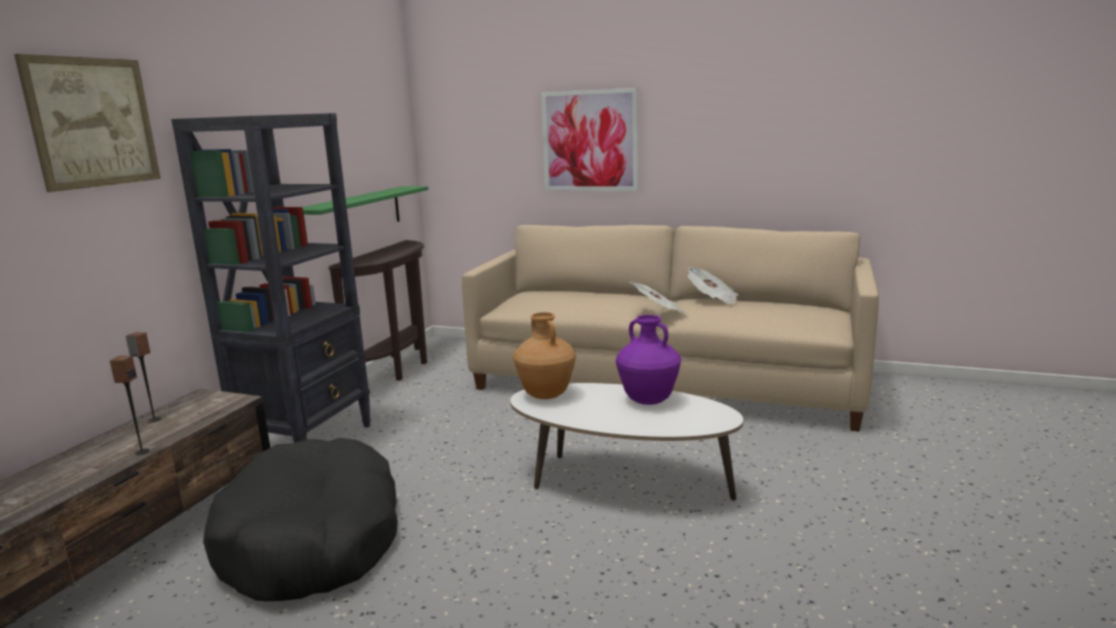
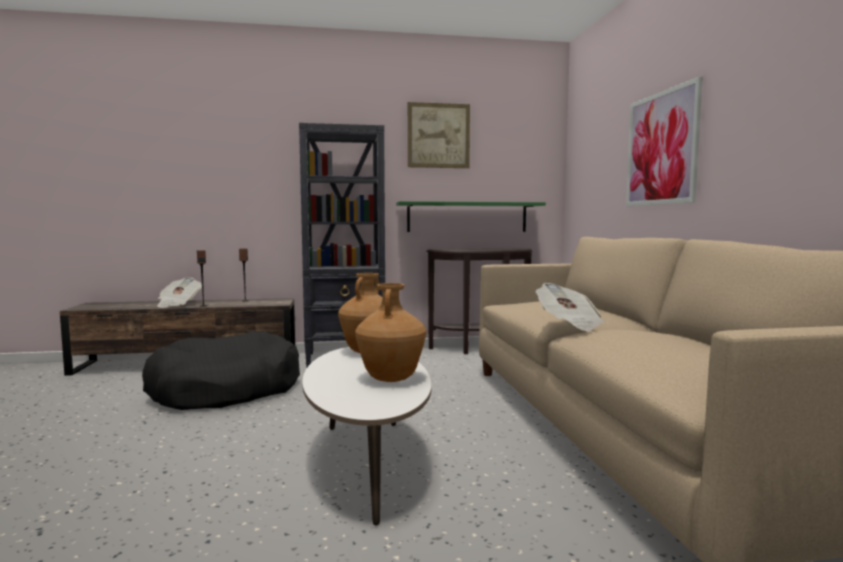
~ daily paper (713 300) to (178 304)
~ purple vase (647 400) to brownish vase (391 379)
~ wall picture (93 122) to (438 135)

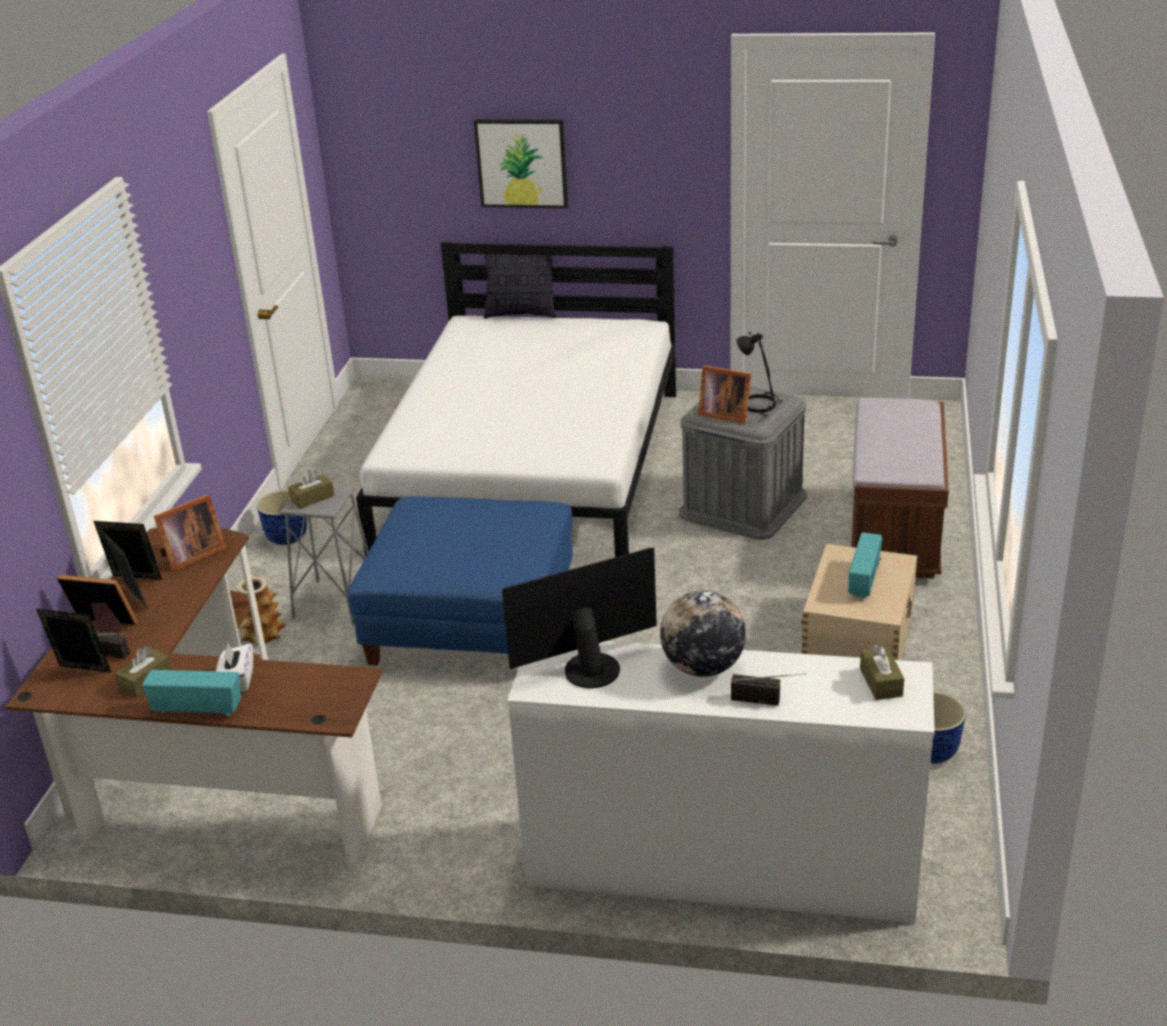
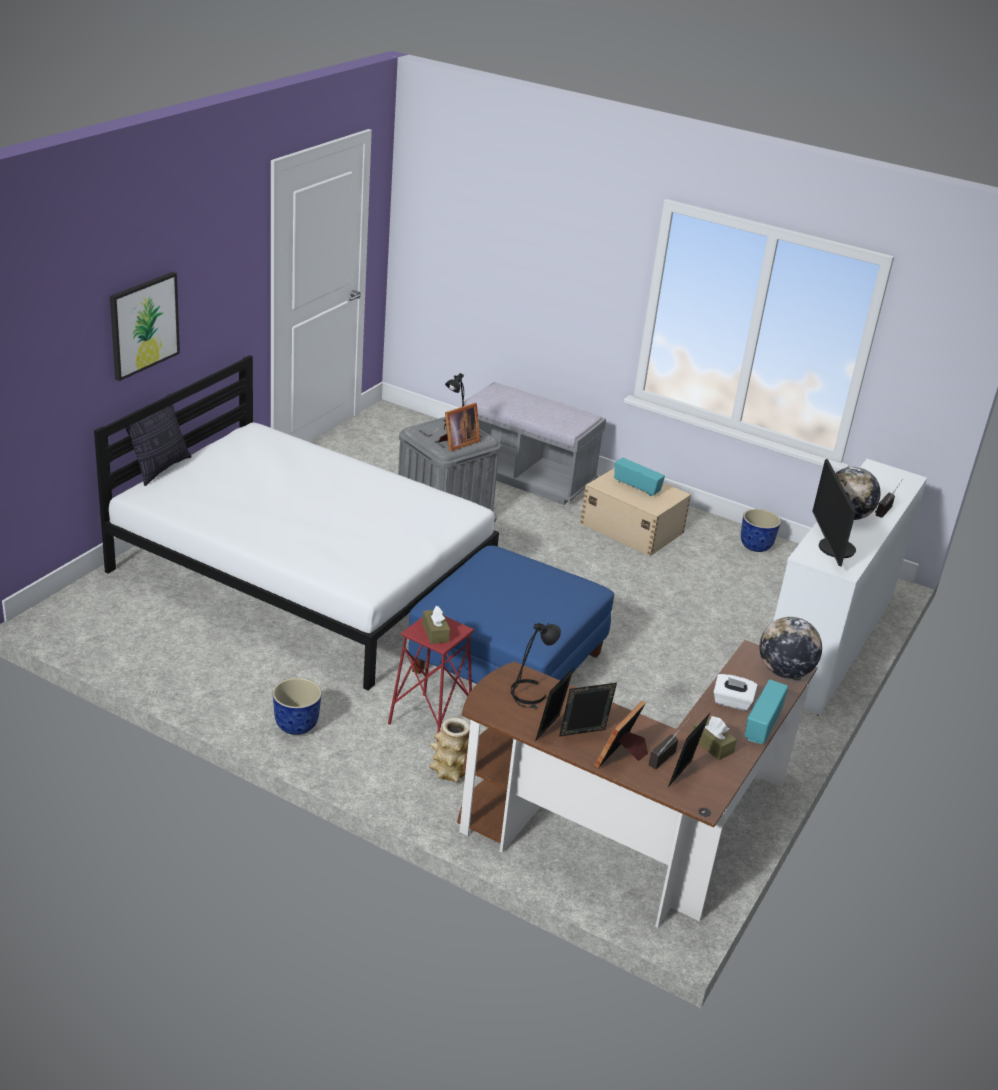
~ gray stool (336 603) to reddish stool (430 721)
~ brownish bench (895 533) to gray bench (527 477)
~ photo frame (191 556) to black-coloured lamp for a table (529 694)
+ world globe (784 672)
- brownish box of tissues (881 682)

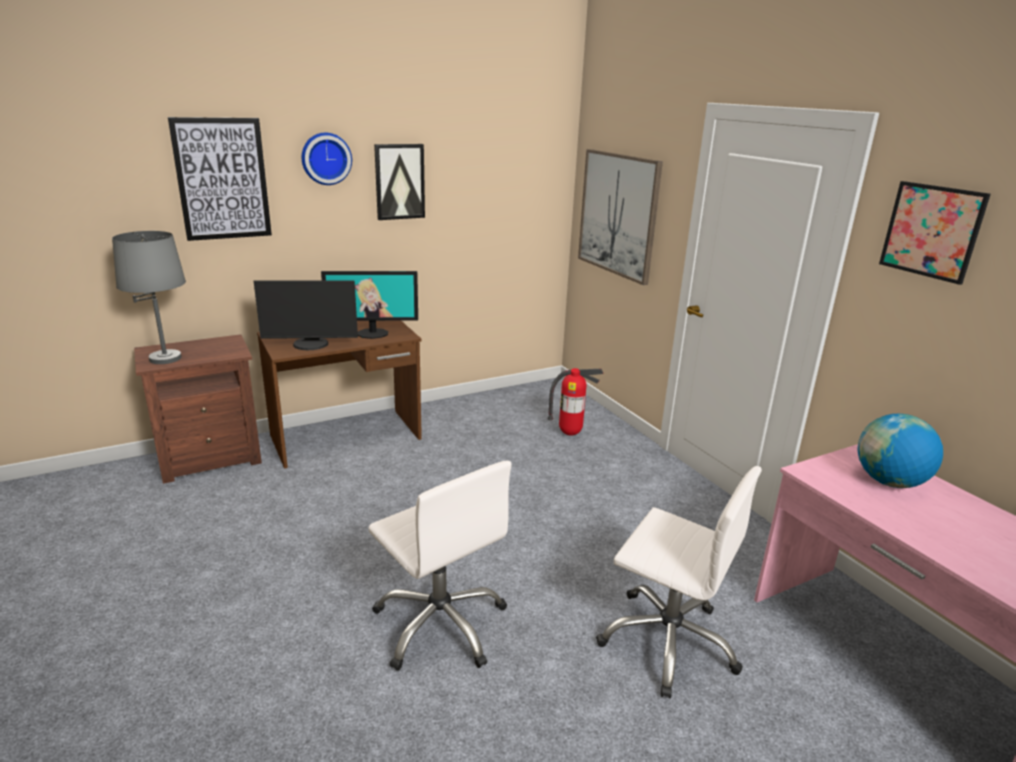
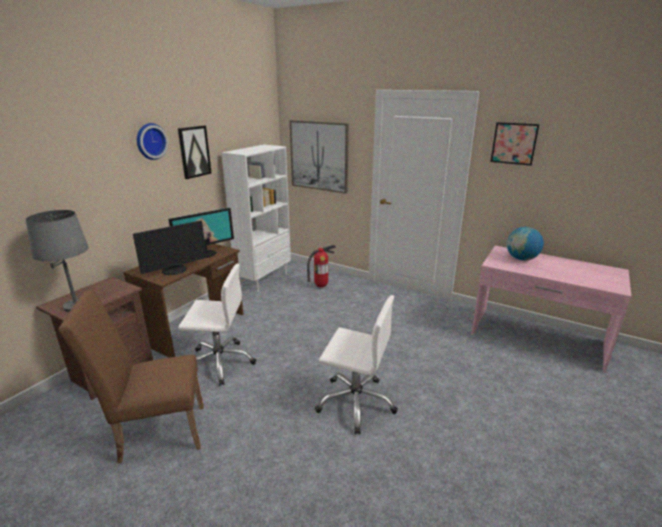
+ brownish upright chair (156 432)
~ whitish office chair (668 641) to (220 362)
+ whitish bookshelf (264 280)
- wall picture (222 179)

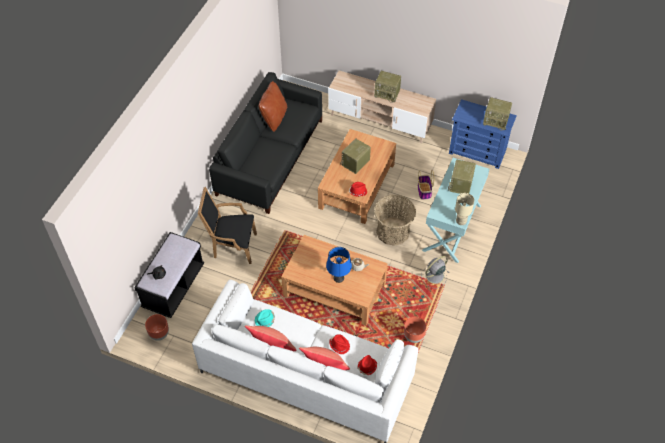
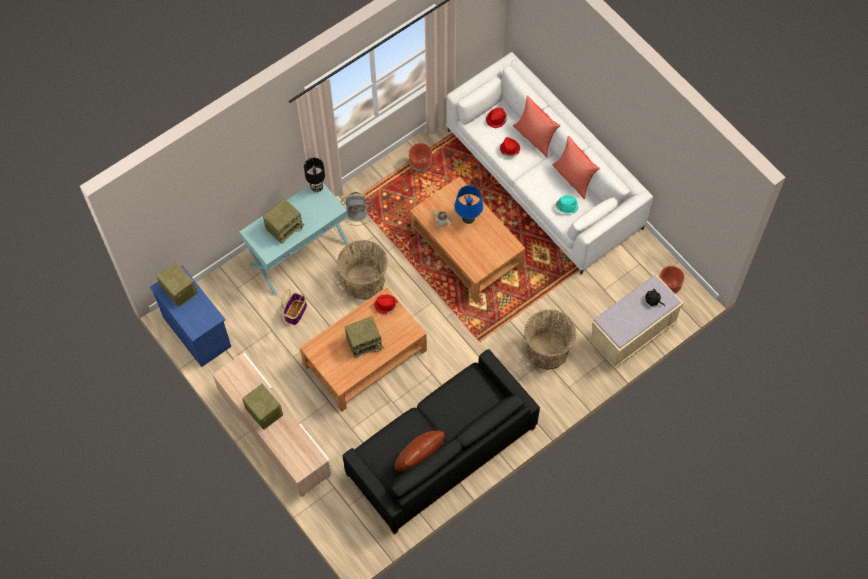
~ sand-coloured lamp for a table (461 221) to black-coloured lamp for a table (316 188)
~ black-coloured armchair (232 246) to household basket (547 350)
~ black-coloured bench (173 287) to sand-coloured bench (632 333)

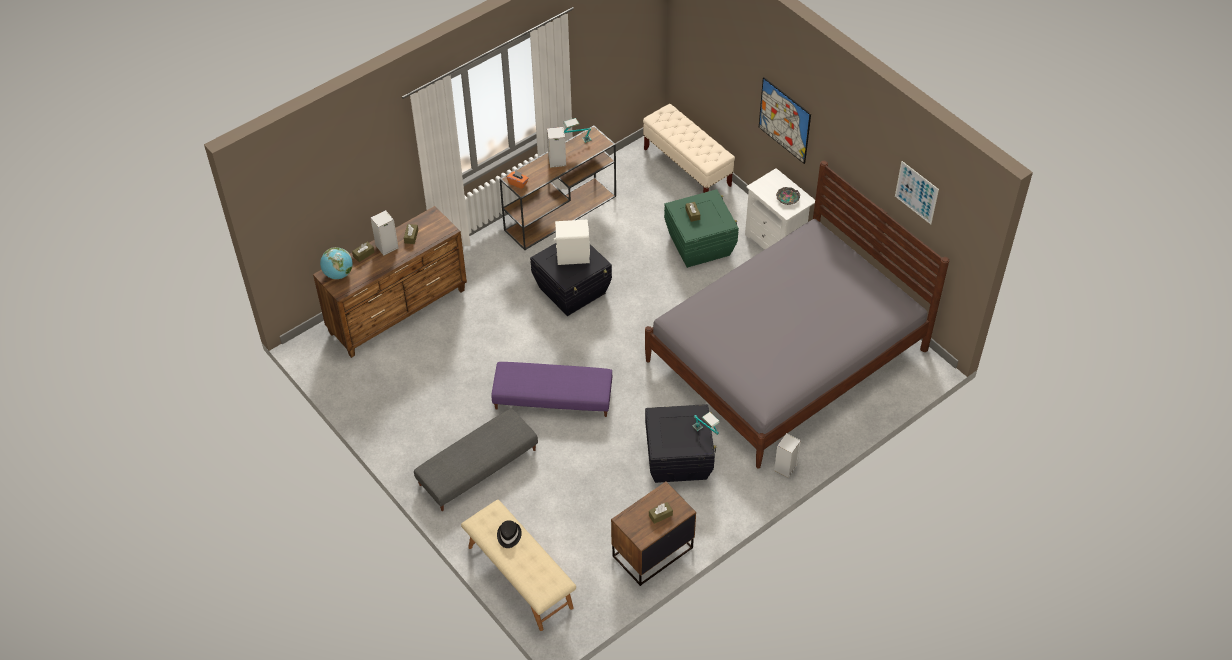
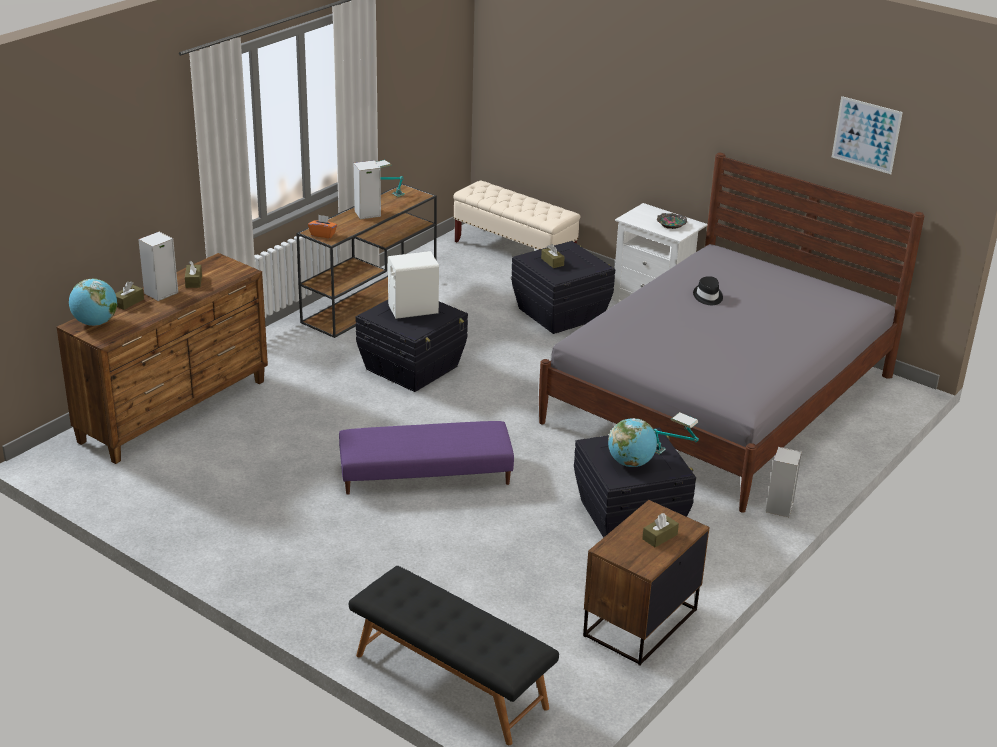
~ sand-coloured bench (519 577) to black-coloured bench (449 681)
~ greenish storage container (700 244) to black-coloured storage container (560 313)
+ world globe (631 463)
~ black-coloured wearable hat (508 535) to (708 297)
- gray ottoman (478 467)
- wall picture (784 120)

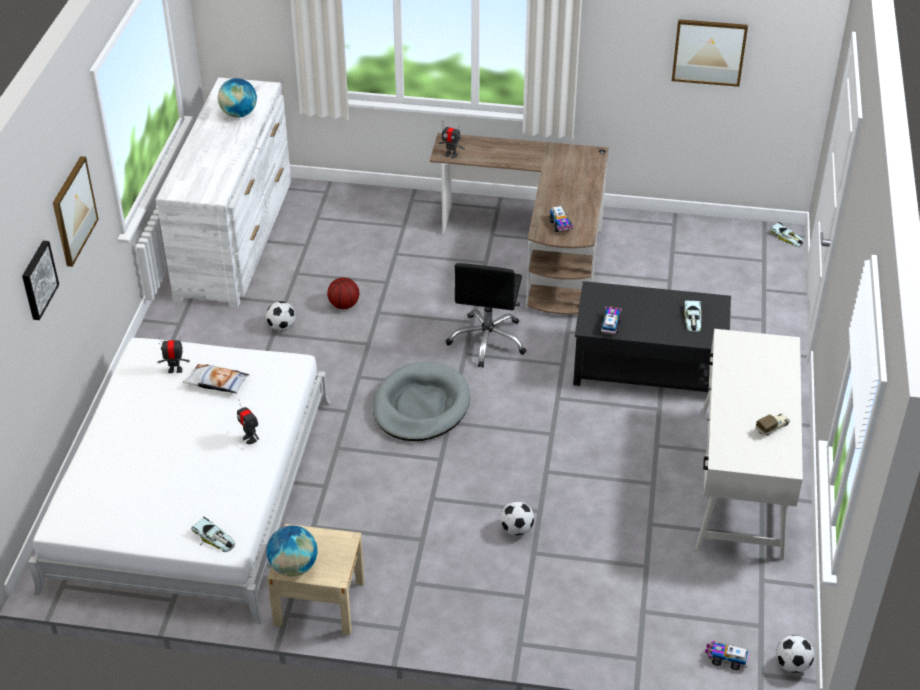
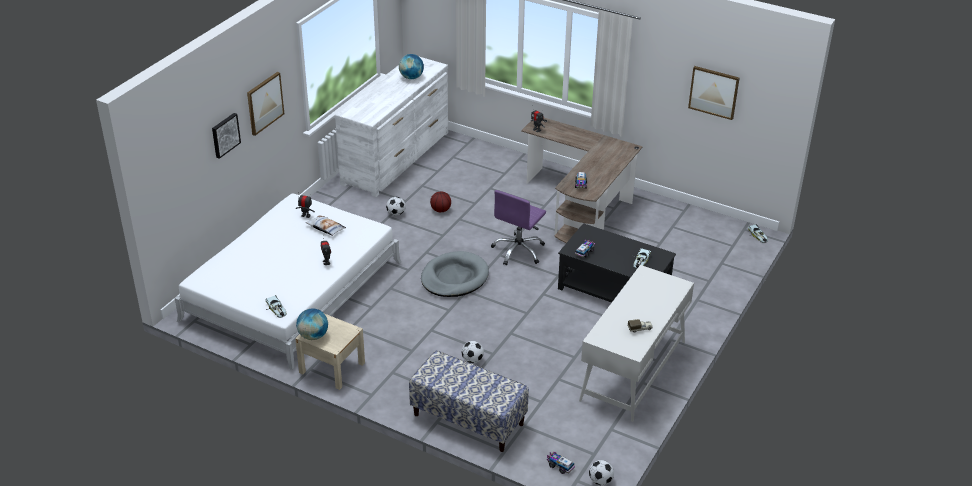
+ bench (468 420)
~ black-coloured office chair (488 340) to purple office chair (518 251)

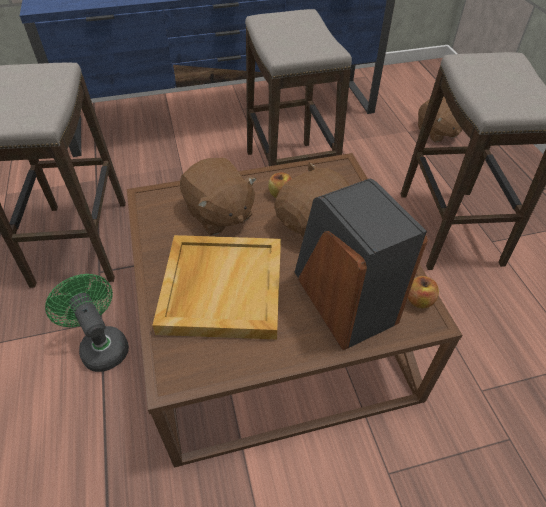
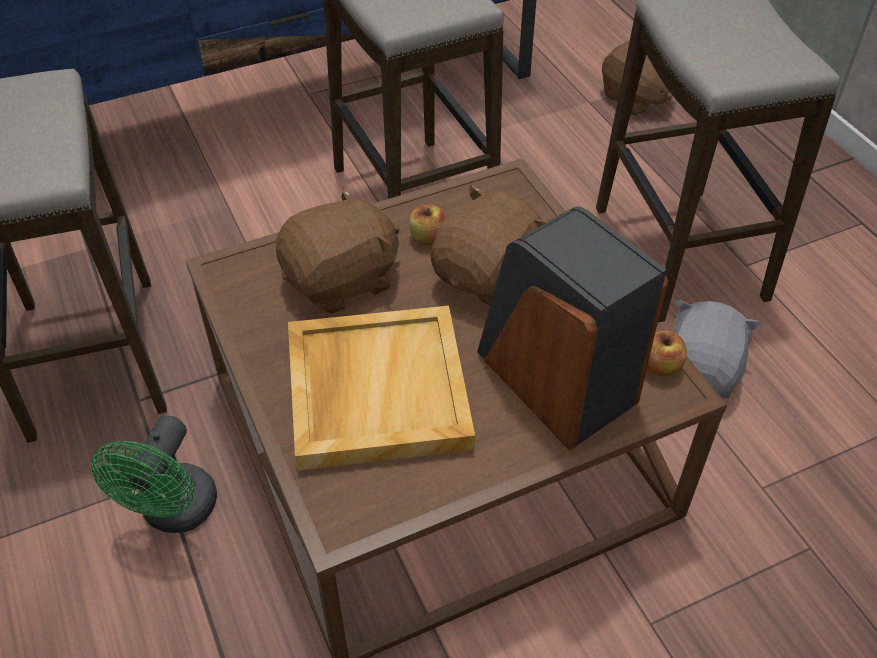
~ greenish cooling fan (101 345) = (175 514) 120 degrees counterclockwise
~ brownish cuddly toy (219 214) = (342 281) 75 degrees counterclockwise
+ gray cuddly toy (702 371)

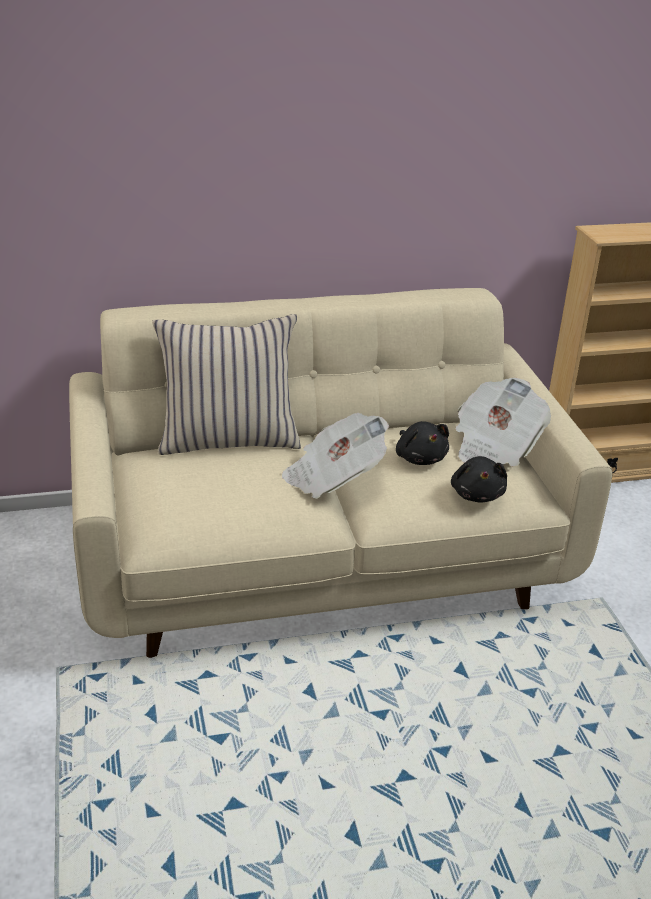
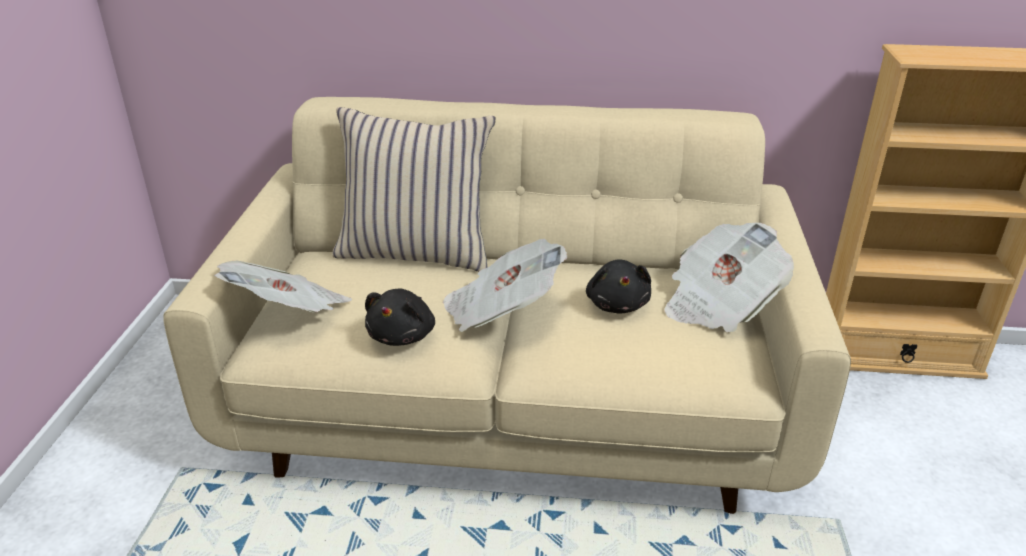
+ daily paper (290 313)
~ black-coloured cuddly toy (477 494) to (403 335)

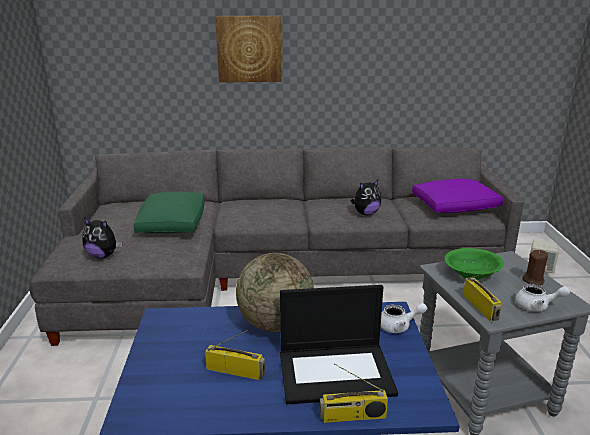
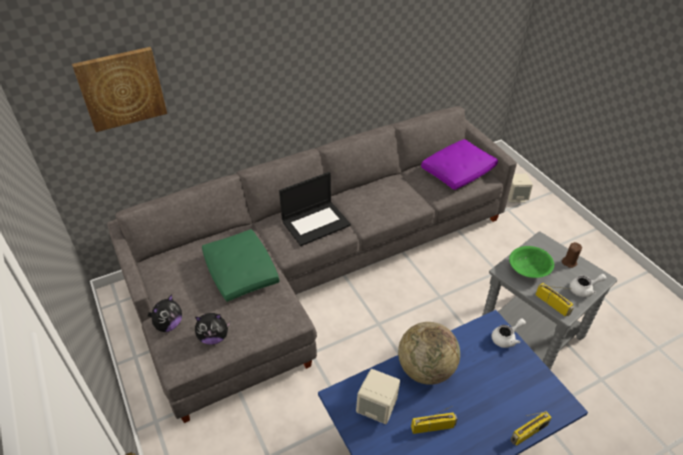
~ wall picture (249 49) to (121 88)
~ cuddly toy (365 213) to (168 325)
~ portable computer (336 372) to (316 222)
+ sand-coloured loudspeaker (377 408)

